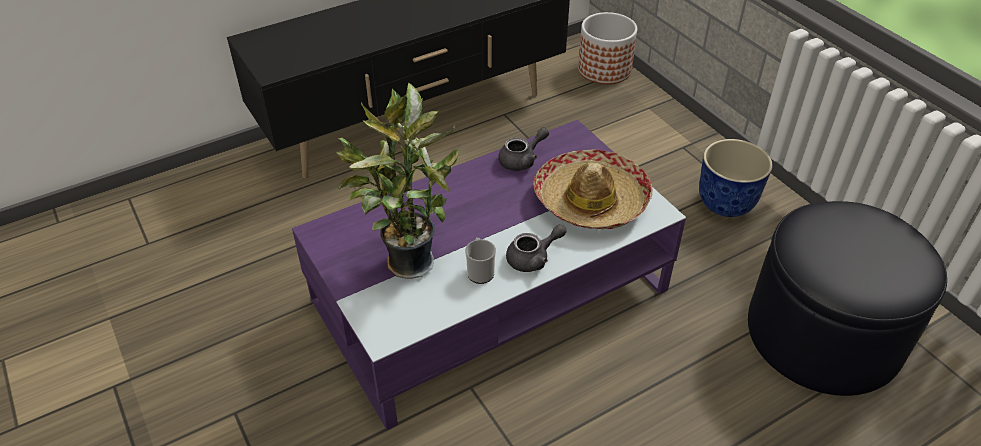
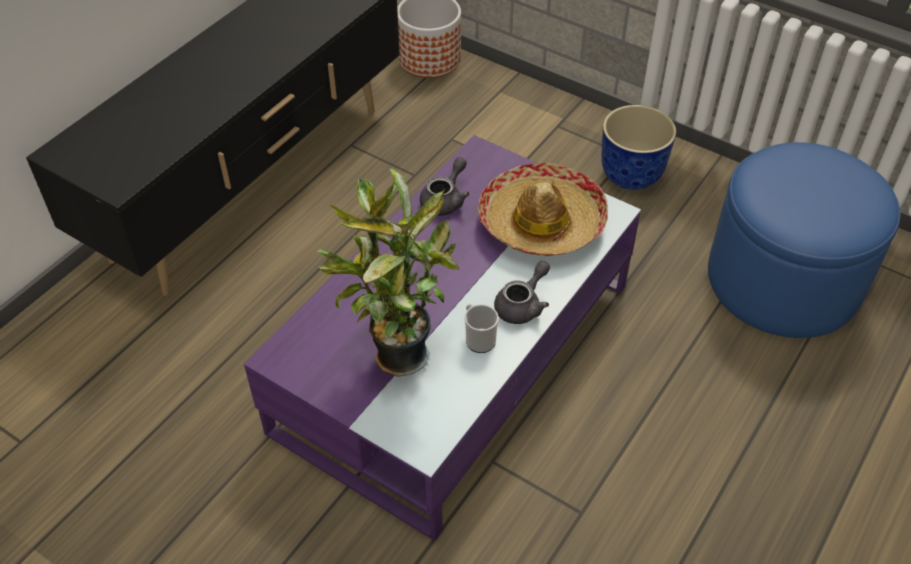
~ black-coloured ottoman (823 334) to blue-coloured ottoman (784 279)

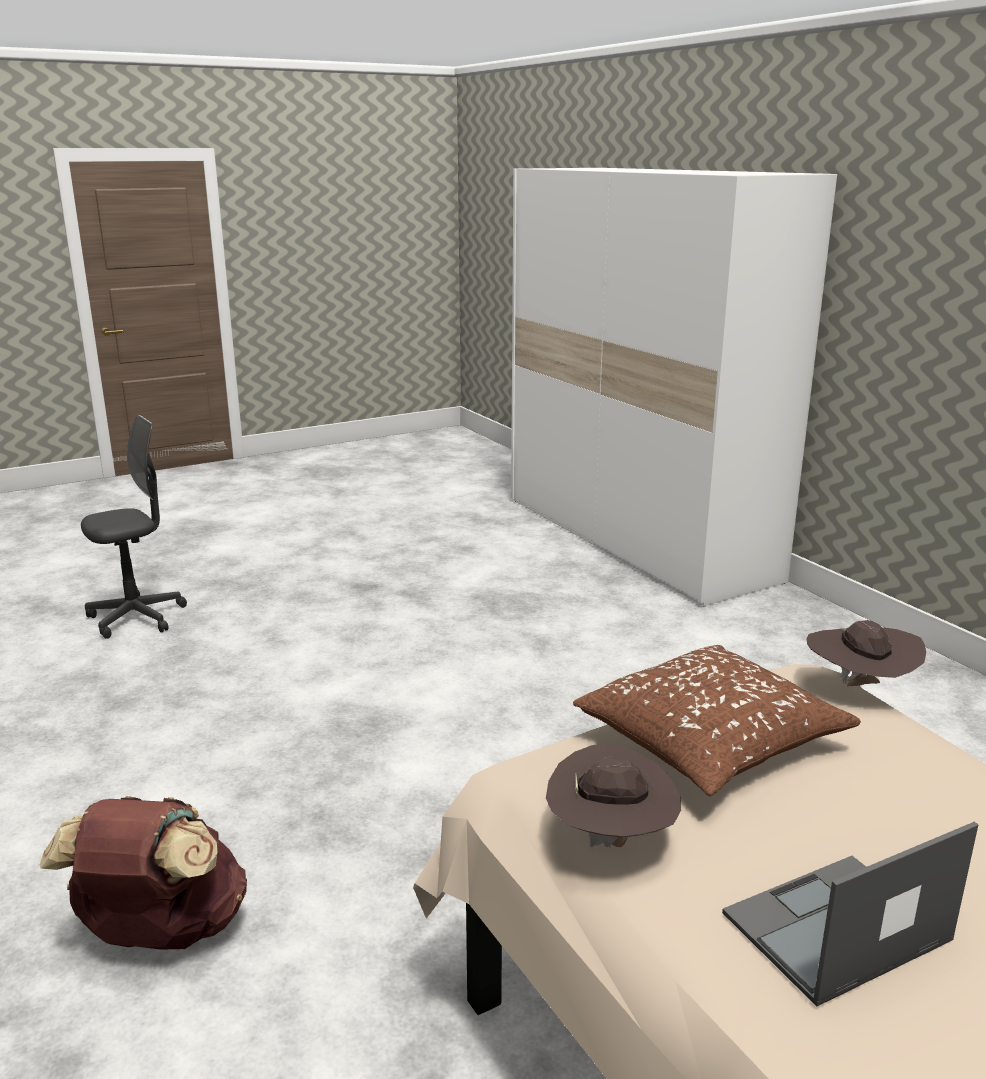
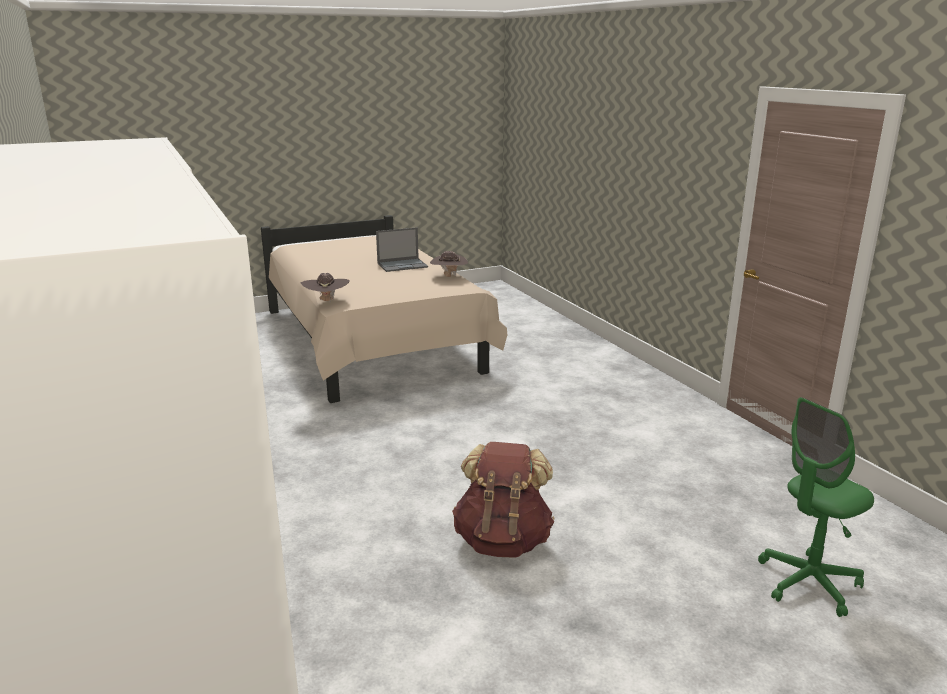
~ brownish rucksack (161 934) to (503 540)
~ gray office chair (137 618) to greenish office chair (808 583)
- brownish throw pillow (710 742)

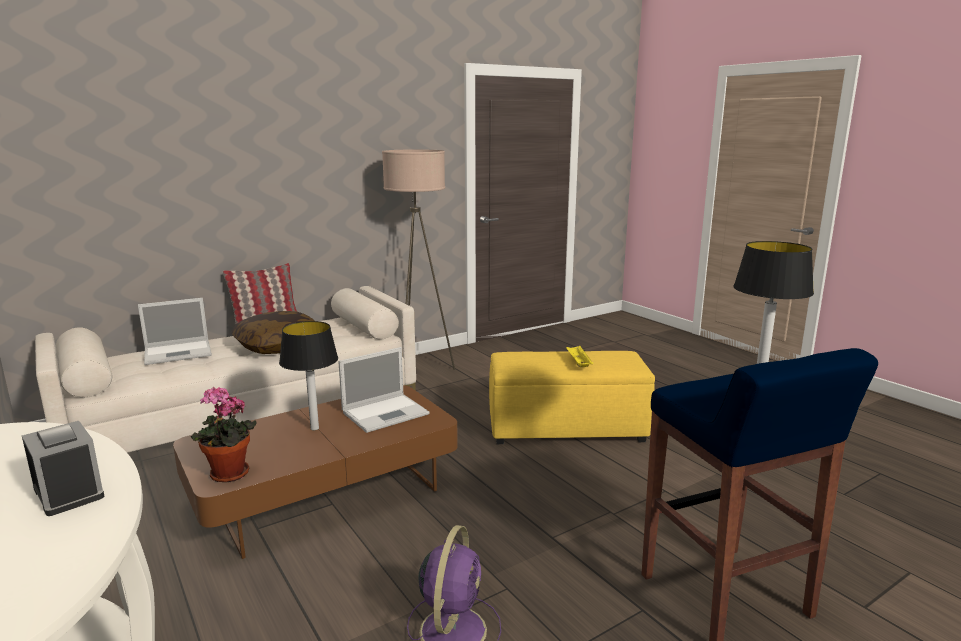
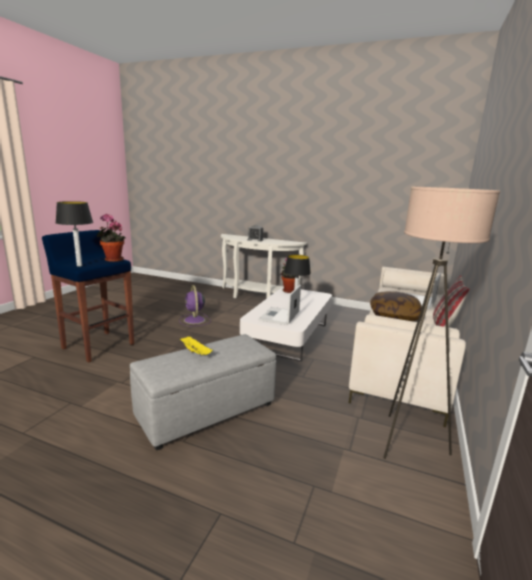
+ potted plant (112 260)
~ yellowish ottoman (567 428) to gray ottoman (205 411)
~ brownish coffee table (325 494) to whitish coffee table (288 336)

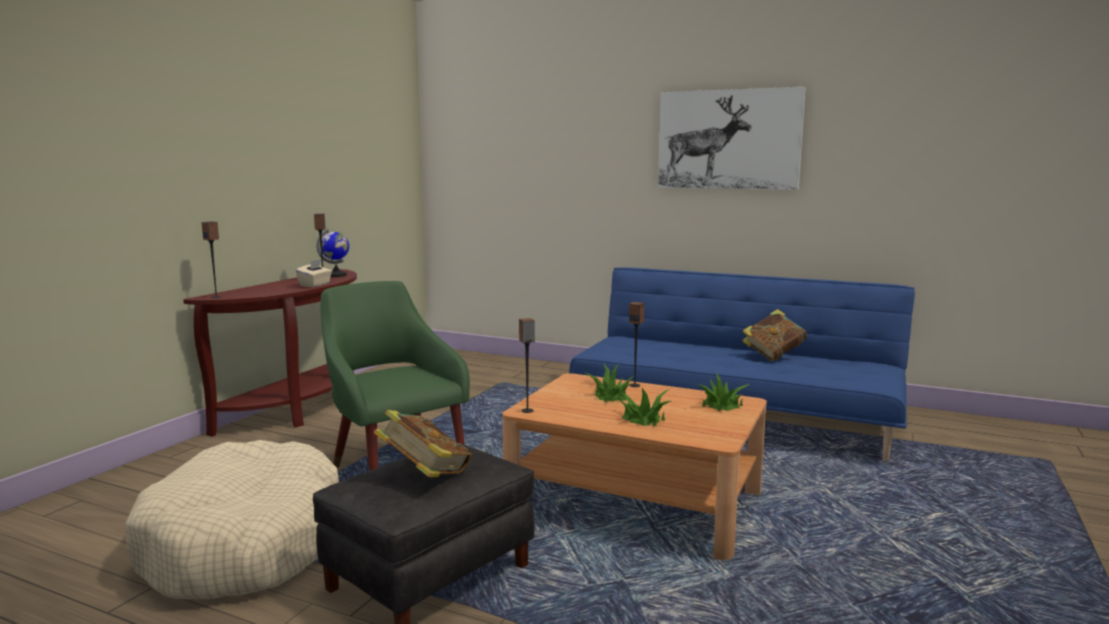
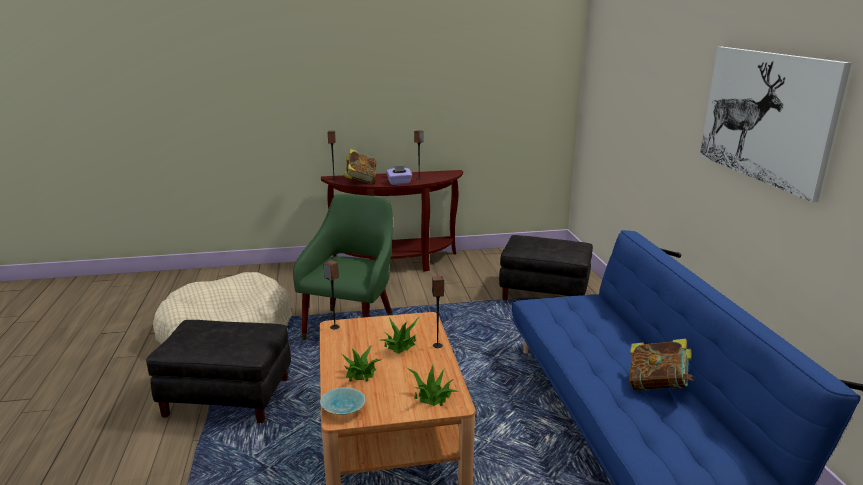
+ turquoise-coloured serving bowl (343 407)
~ bound book (425 475) to (361 181)
~ sand-coloured box of tissues (315 285) to purple box of tissues (399 183)
+ black-coloured ottoman (544 293)
- world globe (336 275)

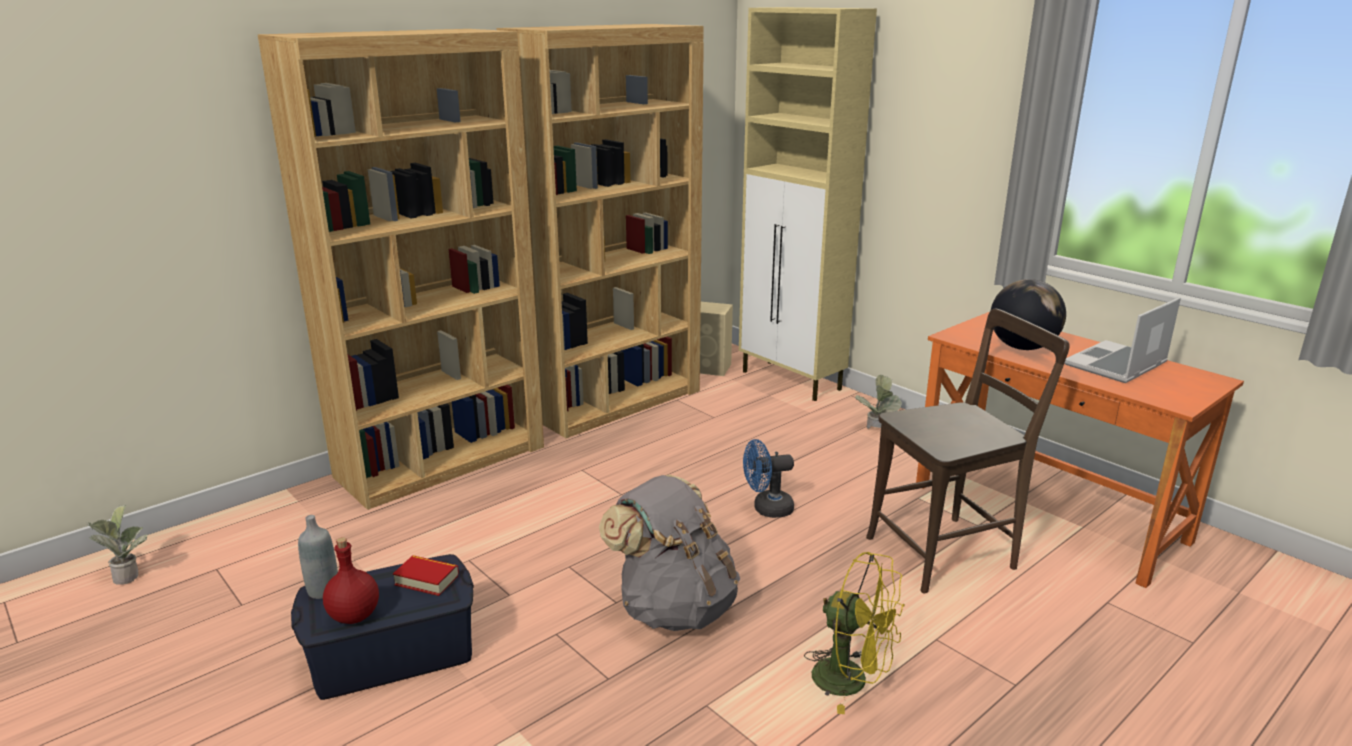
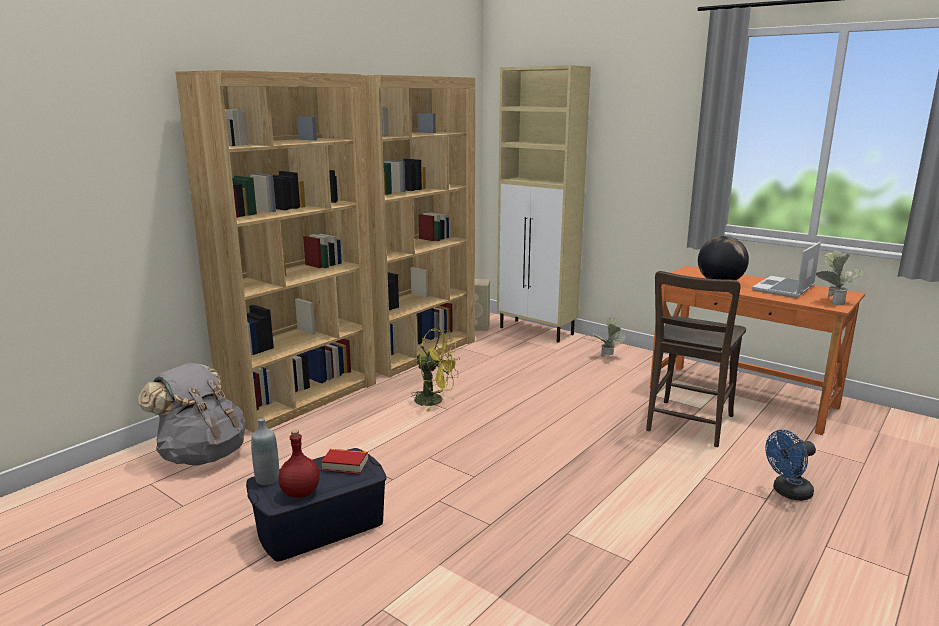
~ gray rucksack (674 608) to (202 455)
~ yellowish cooling fan (852 681) to (435 401)
~ brownish upright chair (947 551) = (688 425) 150 degrees clockwise
~ blue-coloured cooling fan (767 509) to (787 493)
~ potted plant (129 574) to (833 302)

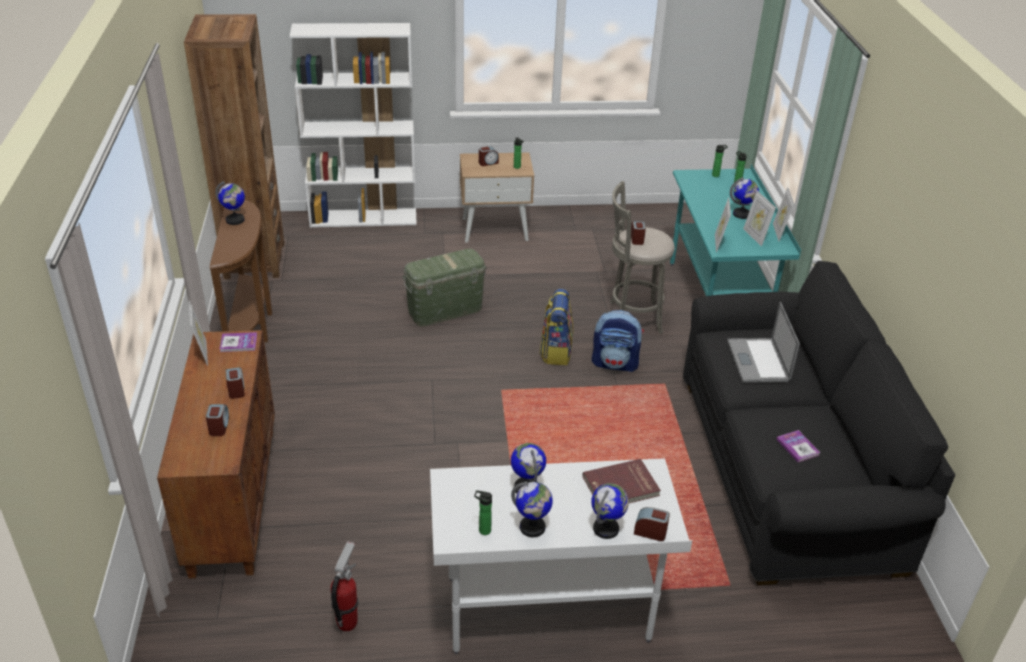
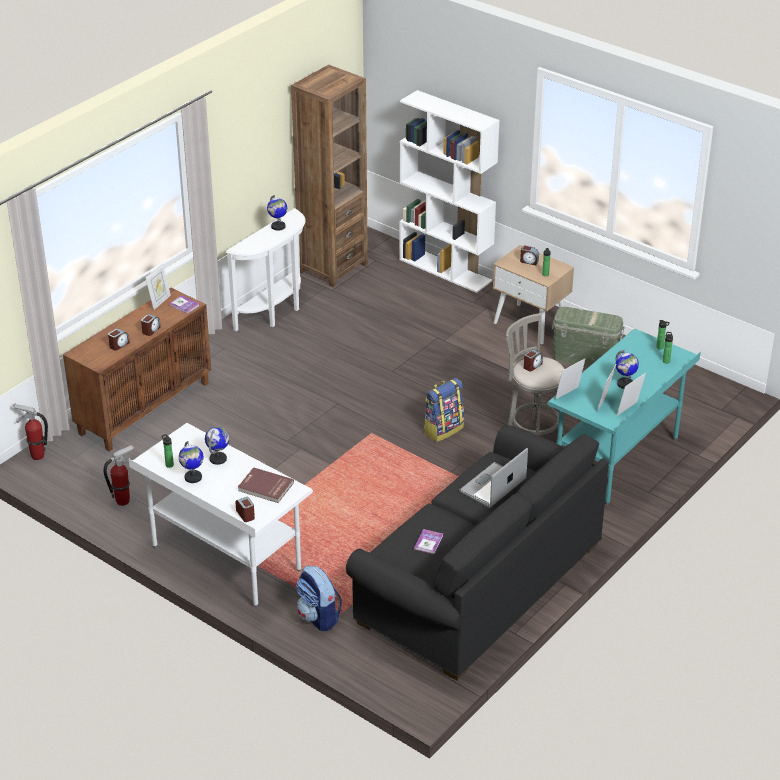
+ fire-fighting cylinder (37 456)
~ brownish narrow table (252 327) to whitish narrow table (275 312)
~ rucksack (615 363) to (318 617)
~ greenish storage container (445 310) to (585 358)
- world globe (606 529)

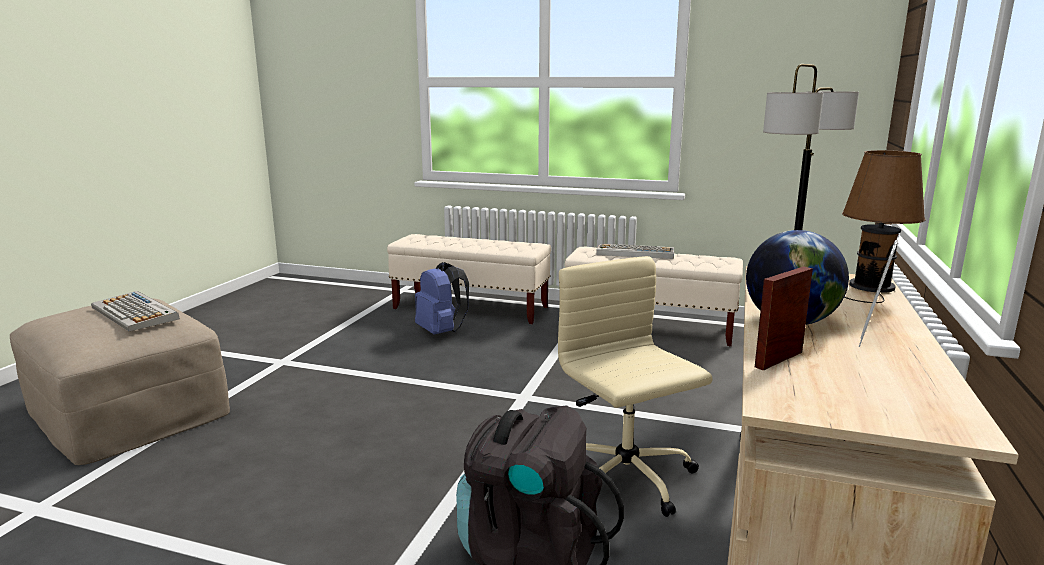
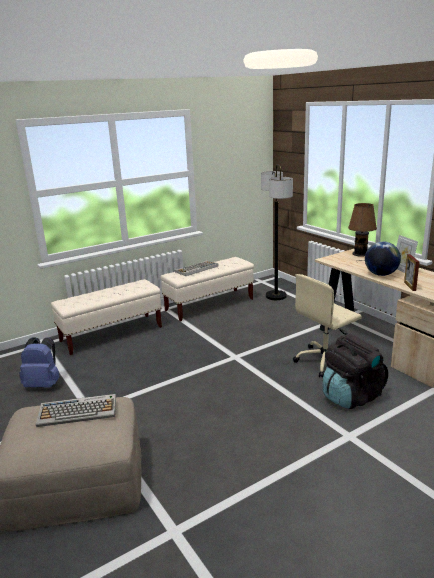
~ blue-coloured rucksack (441 332) to (44 384)
~ sand-coloured office chair (627 480) = (325 361) 45 degrees counterclockwise

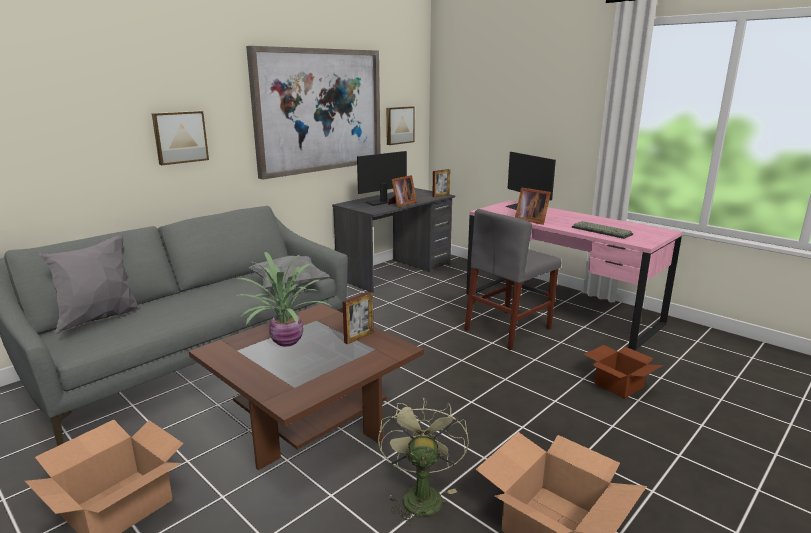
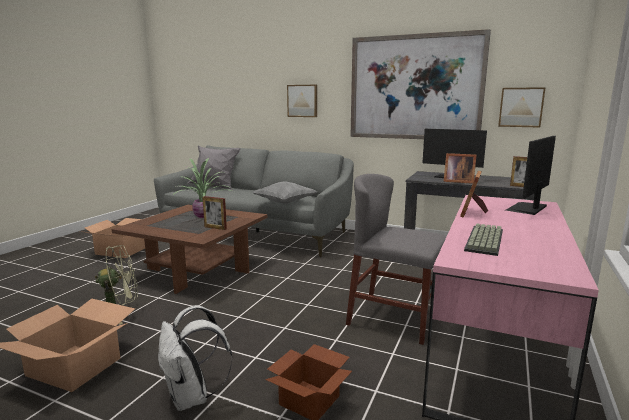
+ whitish rucksack (192 397)

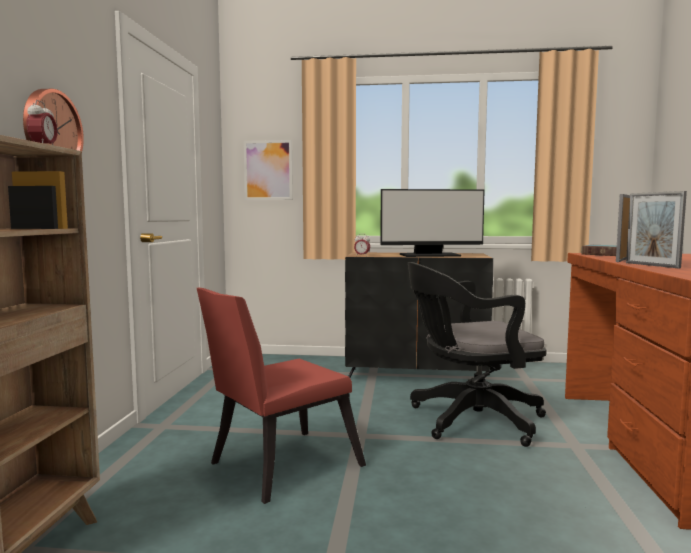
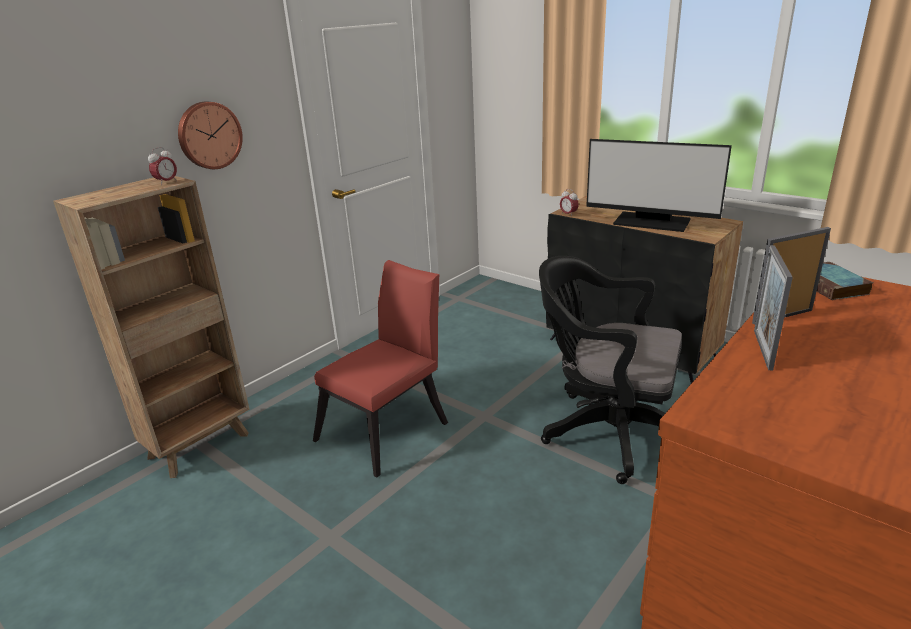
~ reddish upright chair (277 466) = (389 428) 135 degrees clockwise
- wall picture (268 170)

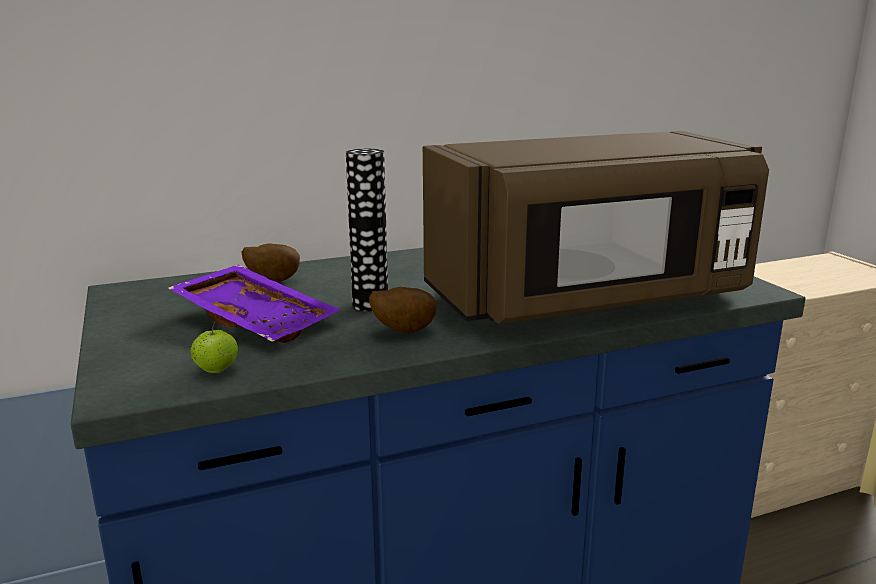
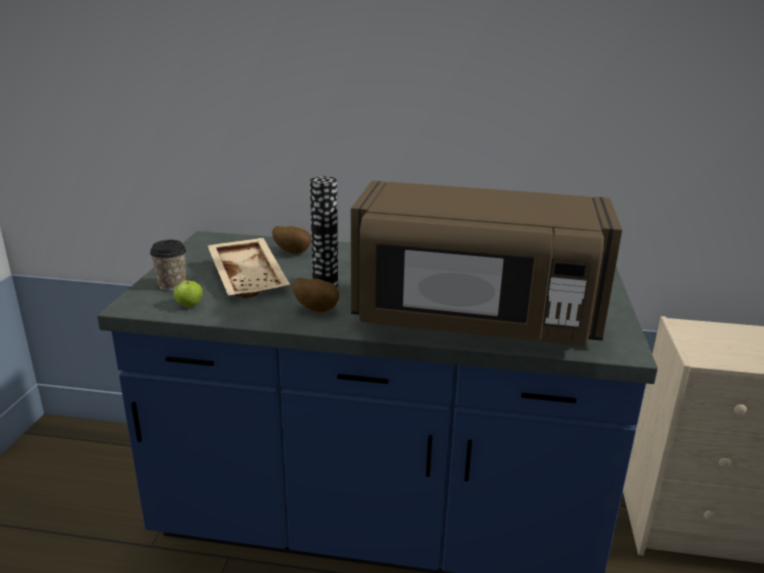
+ drinking cup (172 285)
~ purple serving tray (258 320) to sand-coloured serving tray (250 278)

